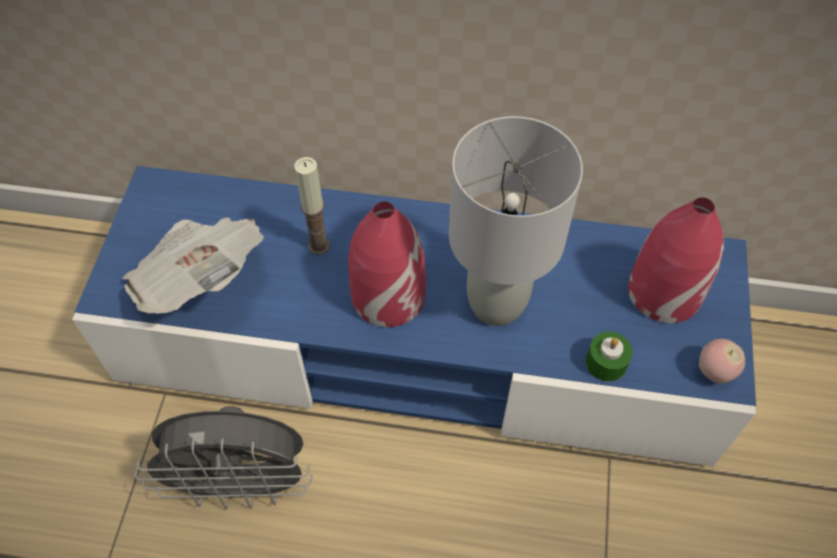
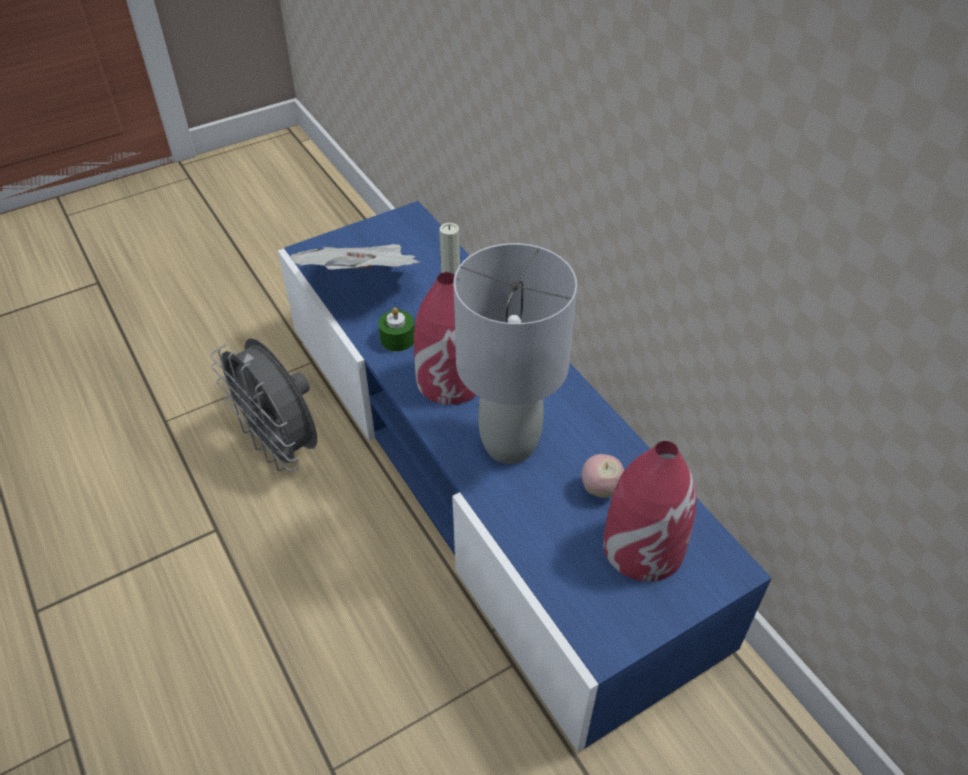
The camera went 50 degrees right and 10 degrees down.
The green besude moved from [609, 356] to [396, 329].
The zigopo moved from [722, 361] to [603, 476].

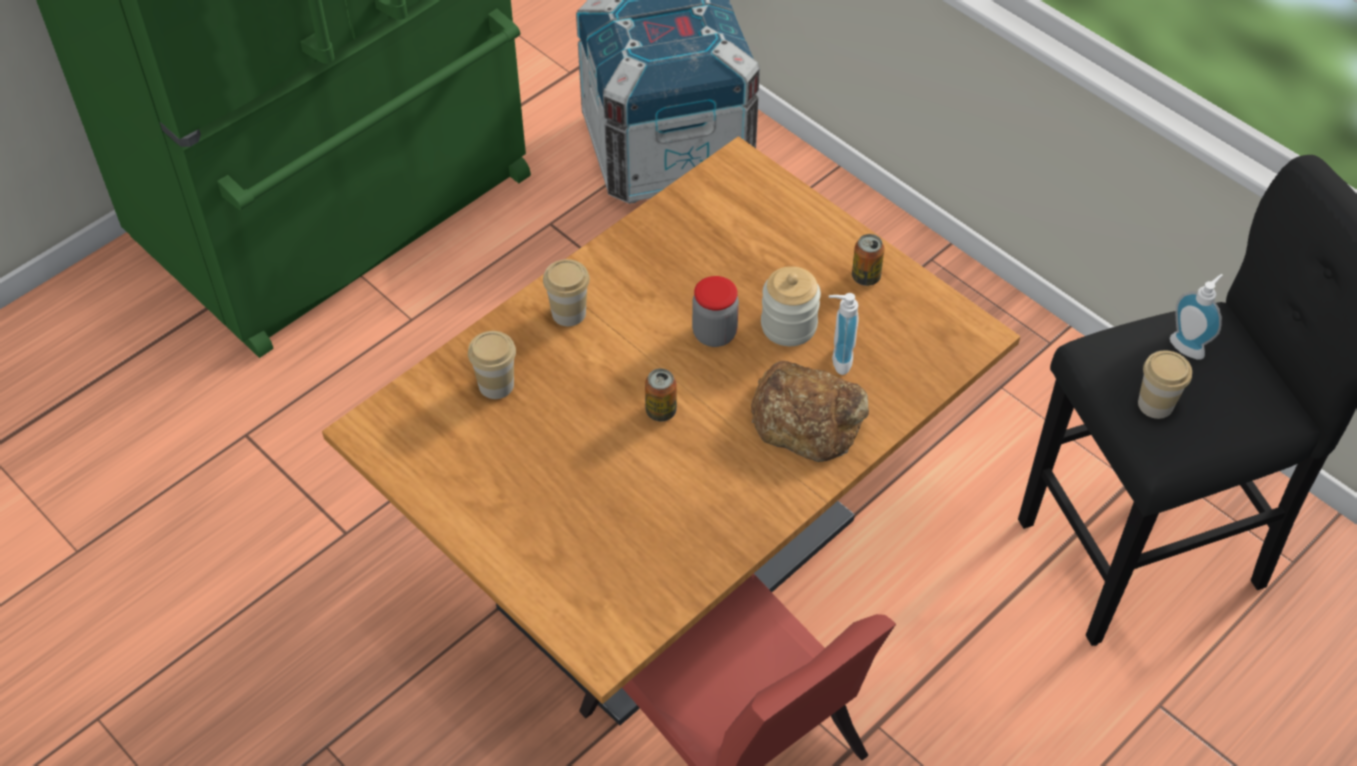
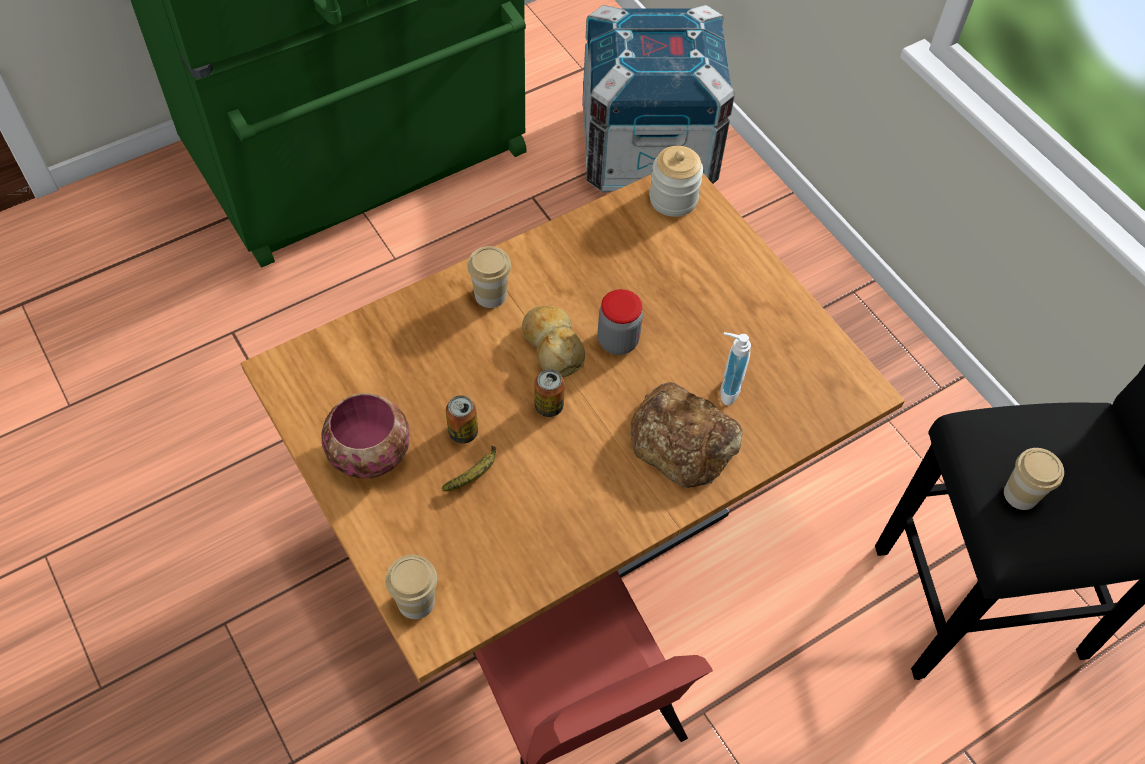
The camera went 10 degrees right and 5 degrees up.
The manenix moved from [492, 365] to [411, 587].
The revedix moved from [791, 306] to [676, 181].
The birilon moved from [868, 260] to [462, 419].
The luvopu at [1196, 317] disappeared.
The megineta at [365, 435] appeared.
The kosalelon at [469, 468] appeared.
The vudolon at [553, 341] appeared.

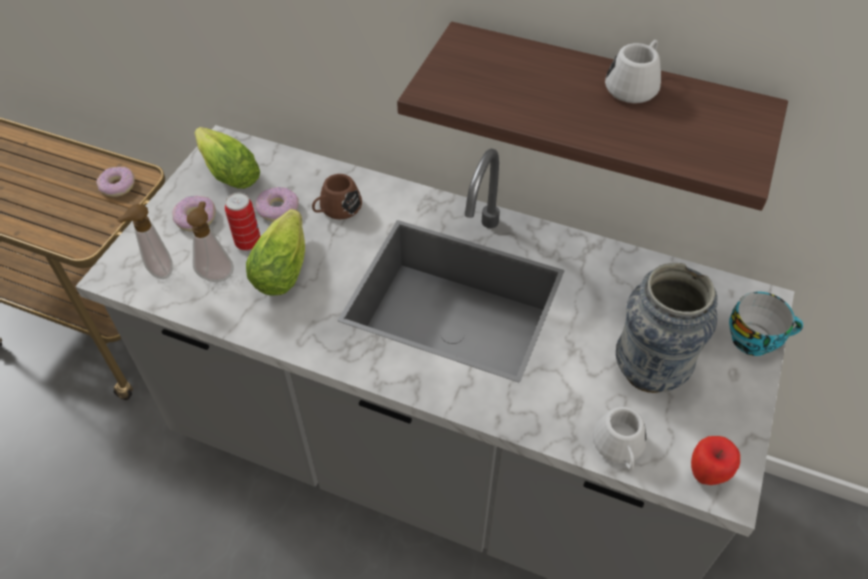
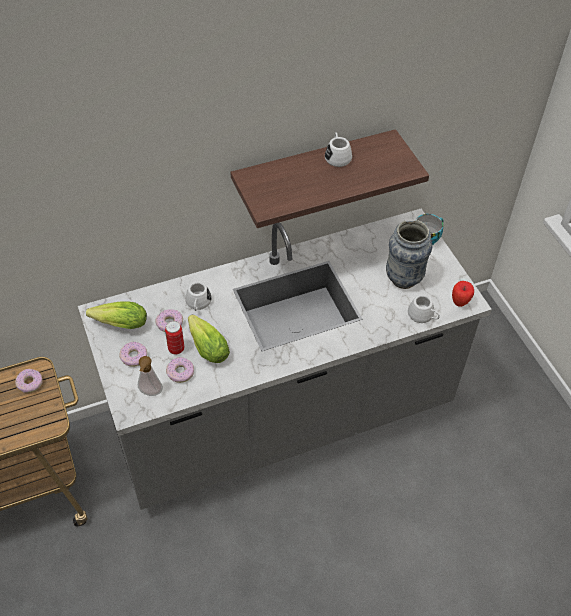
The camera went 45 degrees left and 0 degrees up.
The luvopu at [210, 241] was replaced by the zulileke at [180, 370].
The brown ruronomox at [337, 196] became the white ruronomox at [198, 296].

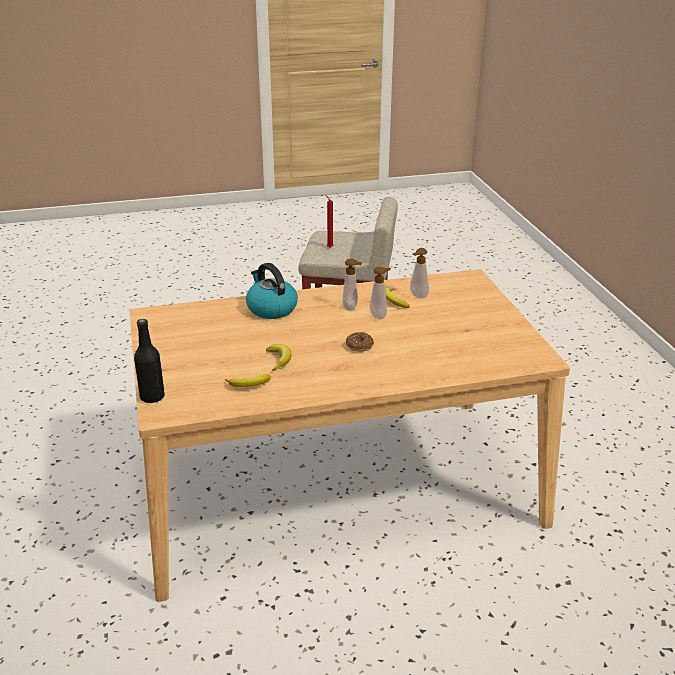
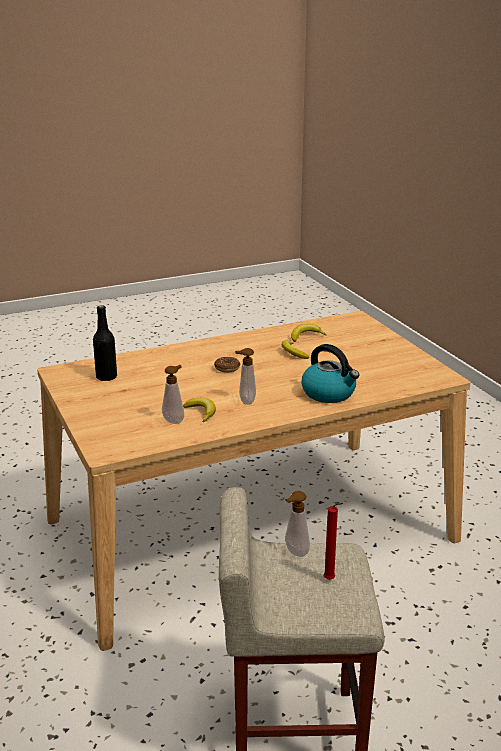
The camera went 170 degrees right and 5 degrees down.
The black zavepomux moved from [149, 361] to [105, 343].
The luvopu moved from [380, 293] to [297, 524].

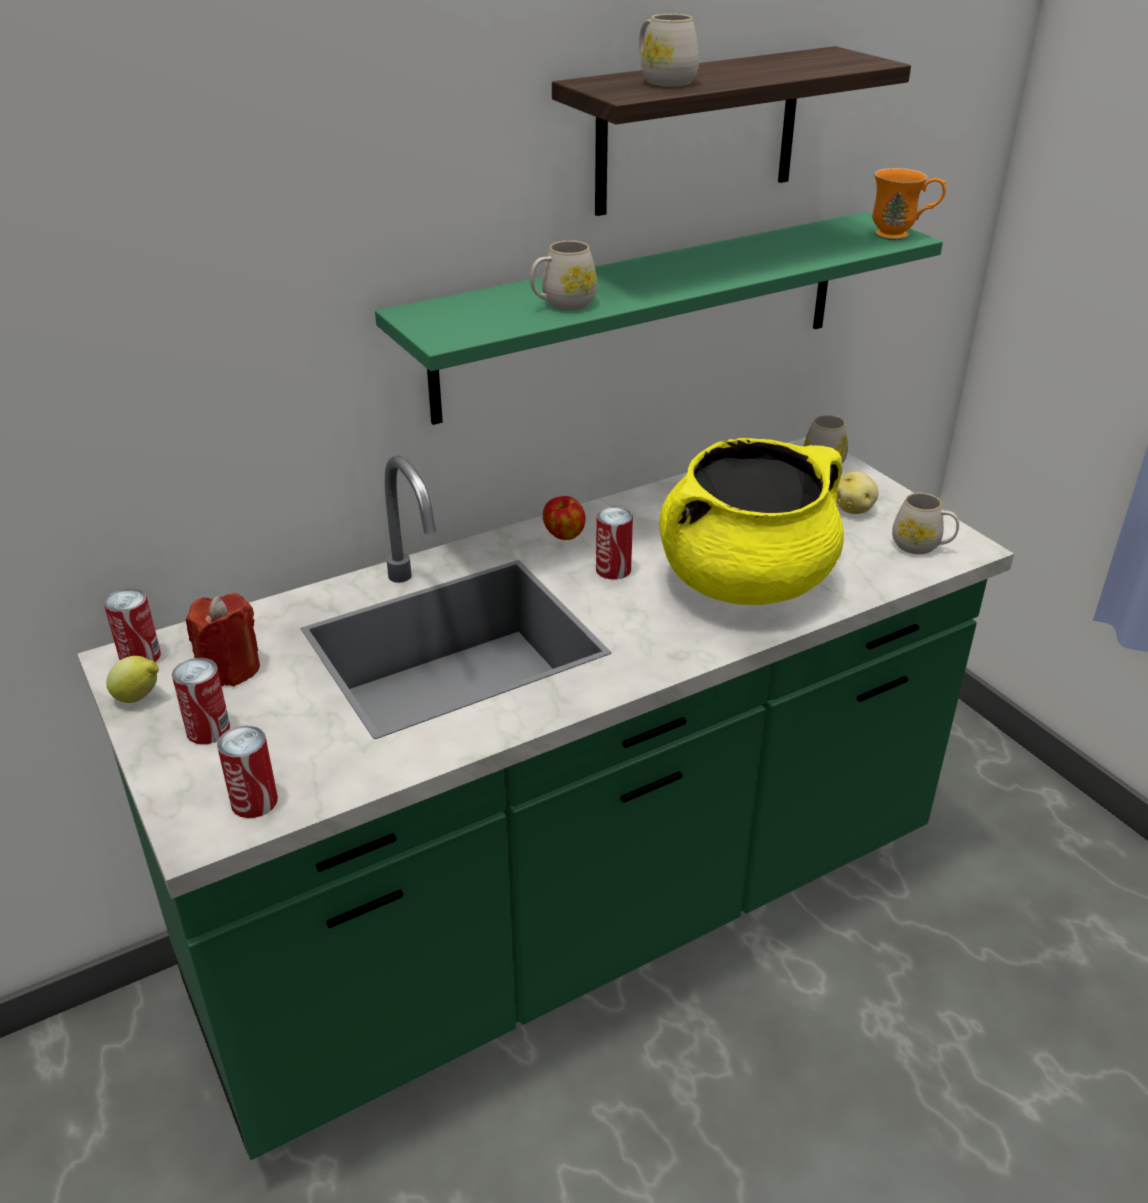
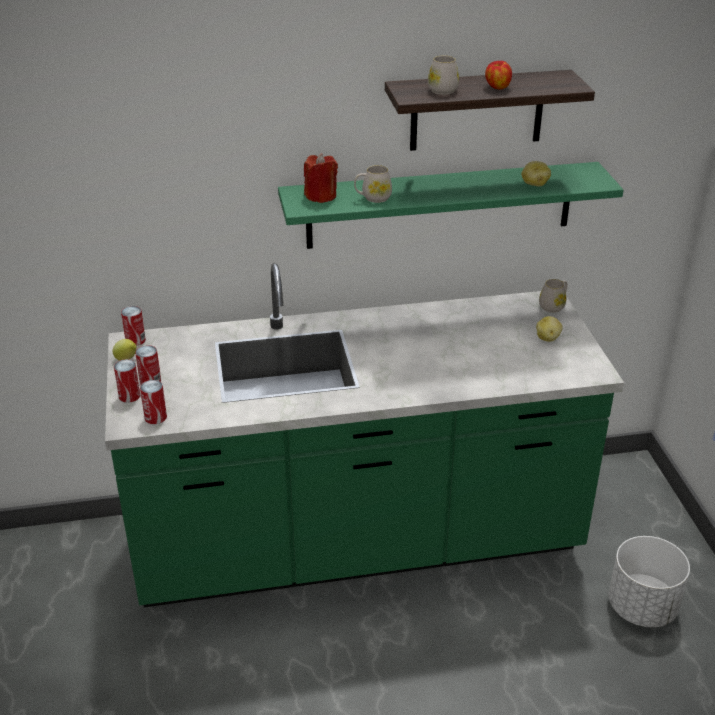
The camera went 20 degrees right and 0 degrees up.
The red besude moved from [223, 639] to [321, 178].
The zigopo moved from [564, 518] to [498, 75].
The birilon moved from [614, 543] to [127, 381].
The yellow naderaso at [751, 521] disappeared.
The orange ruronomox at [909, 204] disappeared.
The white ruronomox at [925, 523] disappeared.
The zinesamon at [536, 173] appeared.
The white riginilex at [649, 581] appeared.

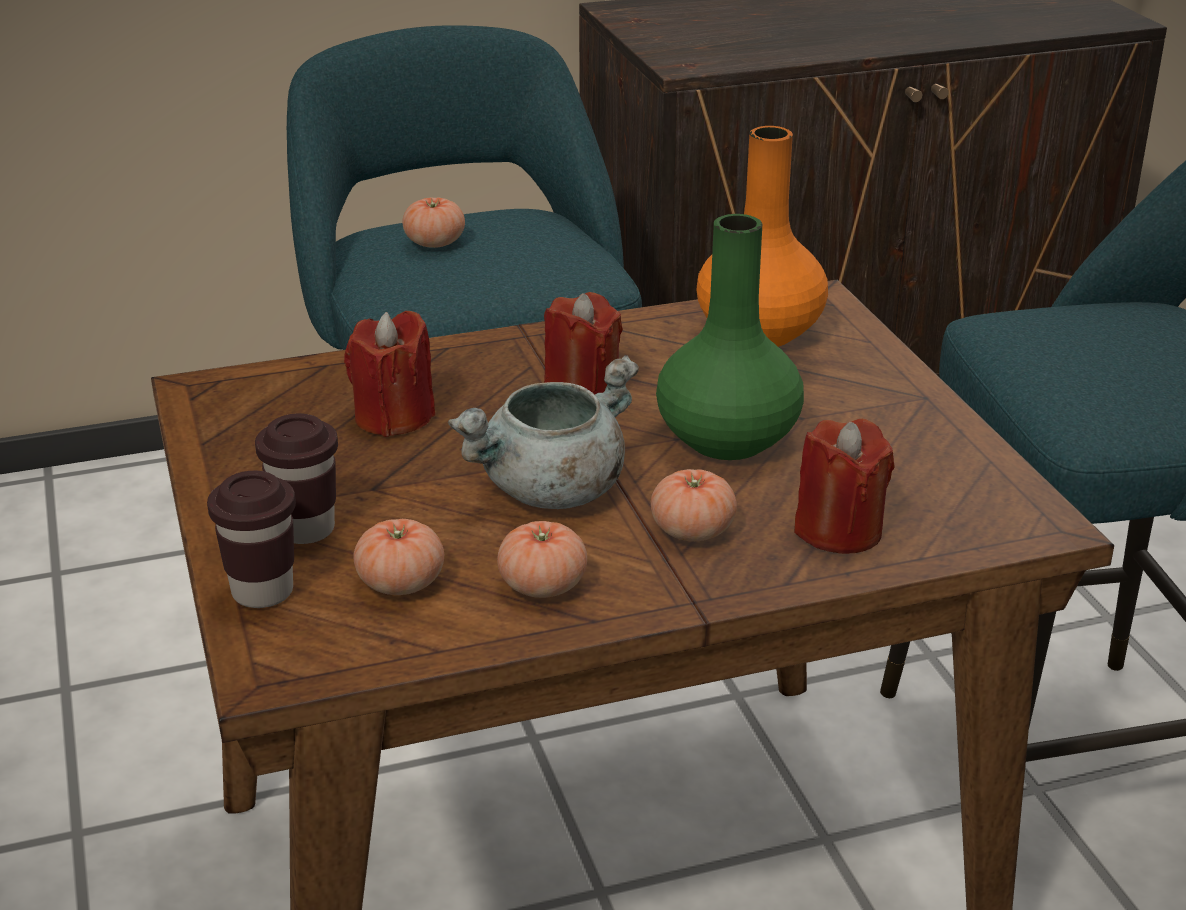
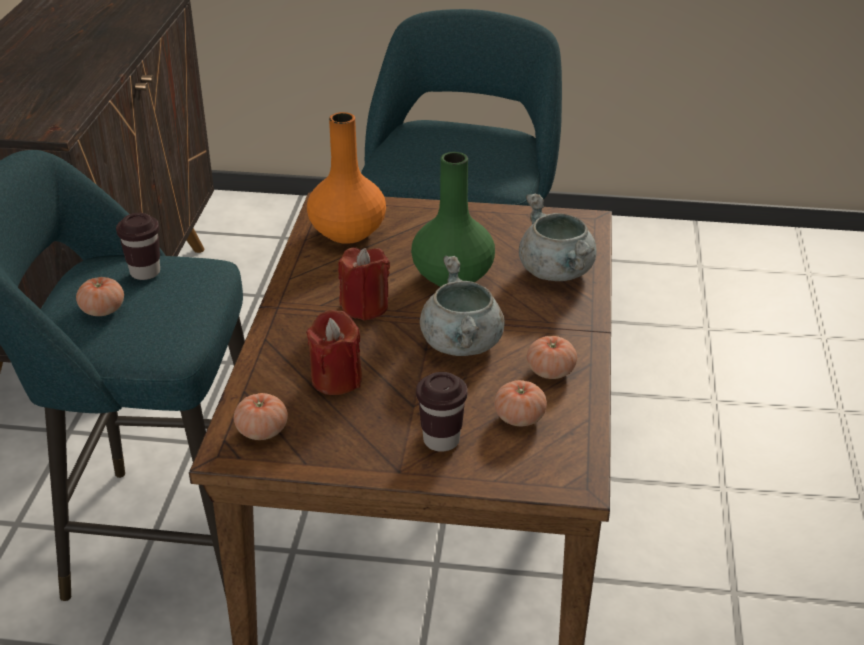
The camera went 65 degrees left and 5 degrees up.
The brown manenix moved from [251, 539] to [138, 246].
The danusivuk moved from [694, 505] to [260, 416].
The red besude at [844, 486] was replaced by the grey naderaso at [558, 237].

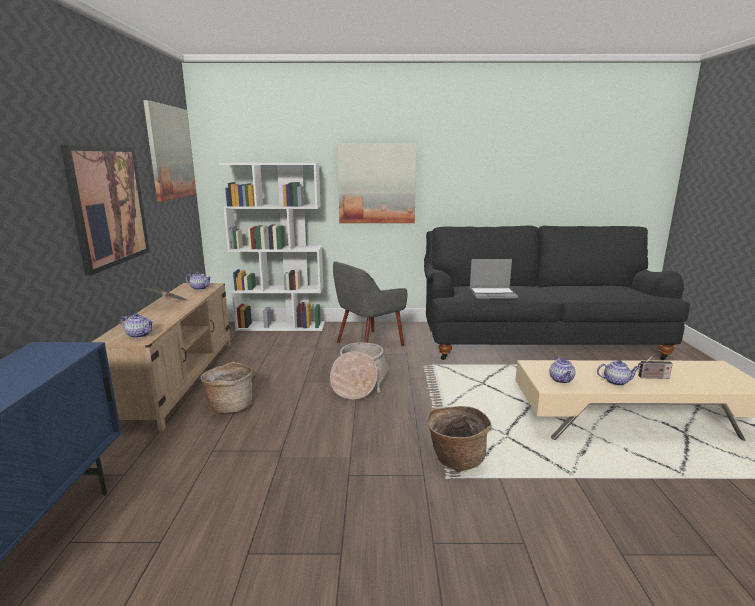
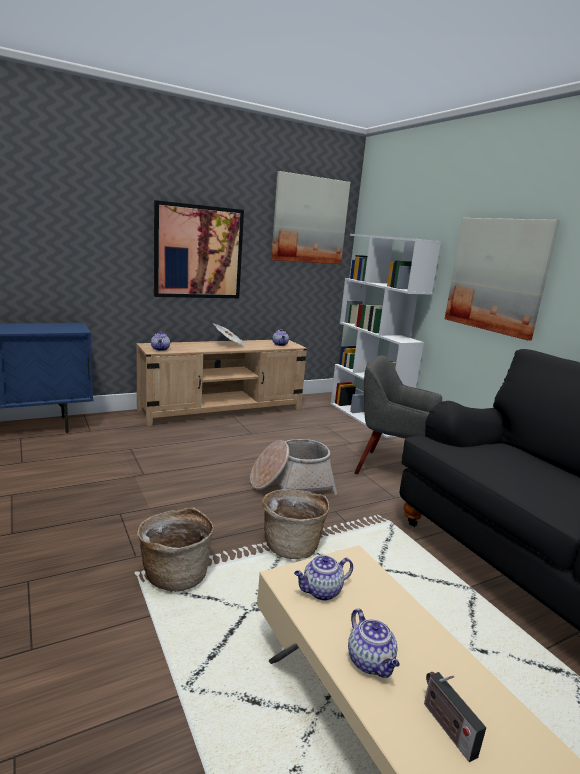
The camera went 60 degrees right and 0 degrees up.
The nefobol moved from [226, 387] to [296, 524].
The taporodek at [494, 279] disappeared.

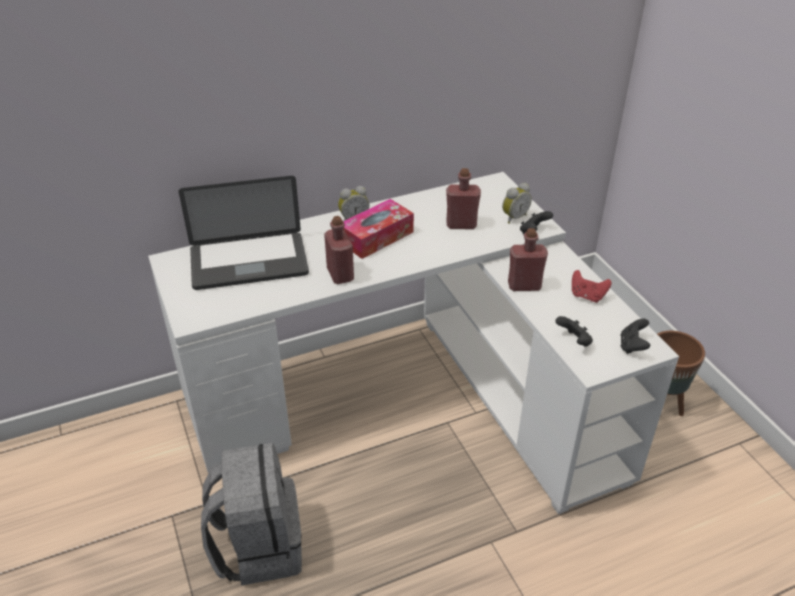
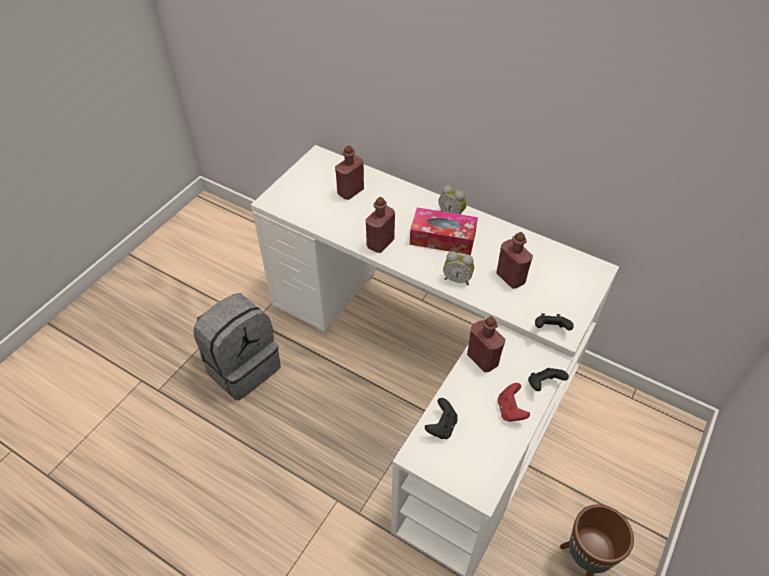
The camera went 55 degrees right and 10 degrees up.
The taporodek at [244, 233] was replaced by the red zavepomux at [349, 173].
The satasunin moved from [517, 203] to [458, 268].
The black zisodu moved from [635, 336] to [548, 379].

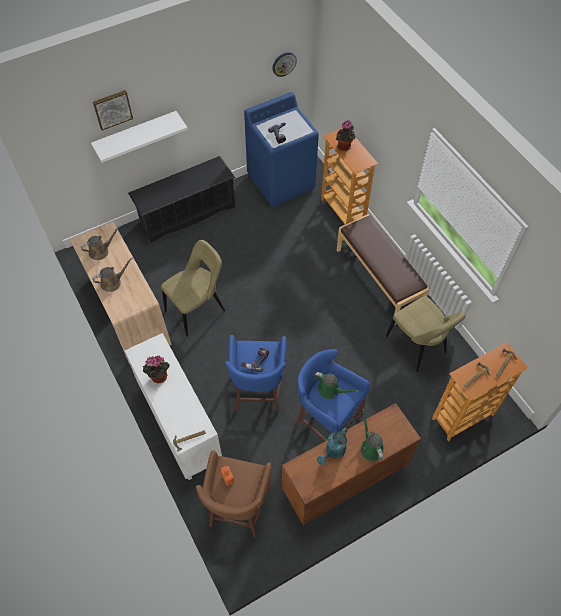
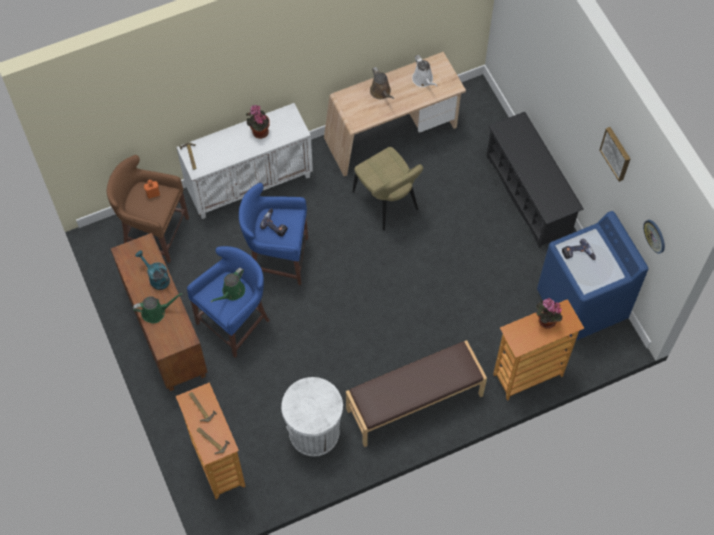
The camera went 95 degrees right and 5 degrees up.
The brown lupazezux at [100, 243] became the white lupazezux at [425, 71].
The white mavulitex at [139, 137] disappeared.
The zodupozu moved from [113, 110] to [614, 154].
The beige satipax at [426, 334] was replaced by the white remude at [312, 416].

